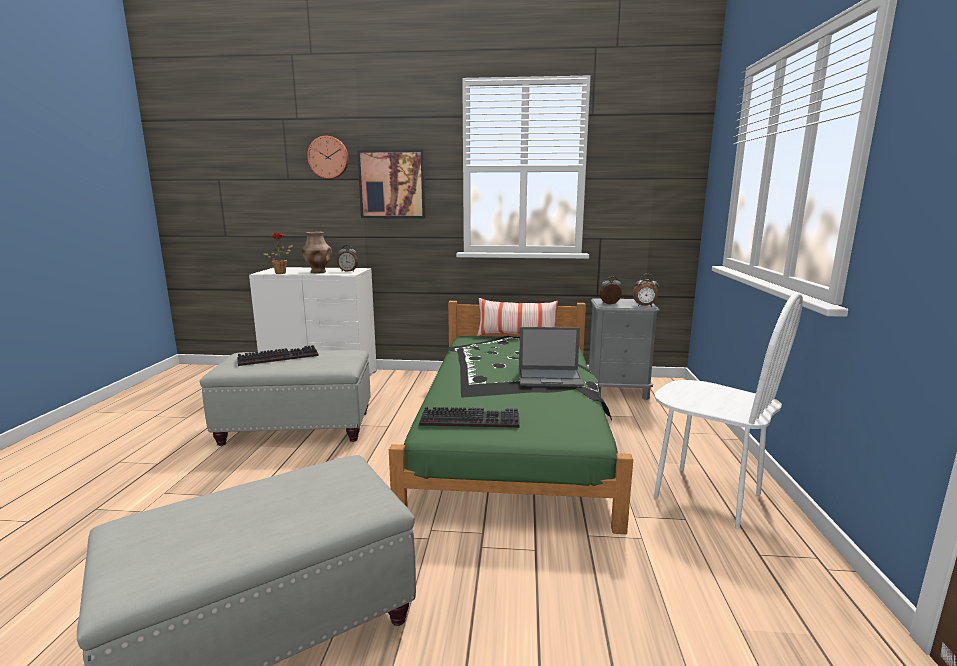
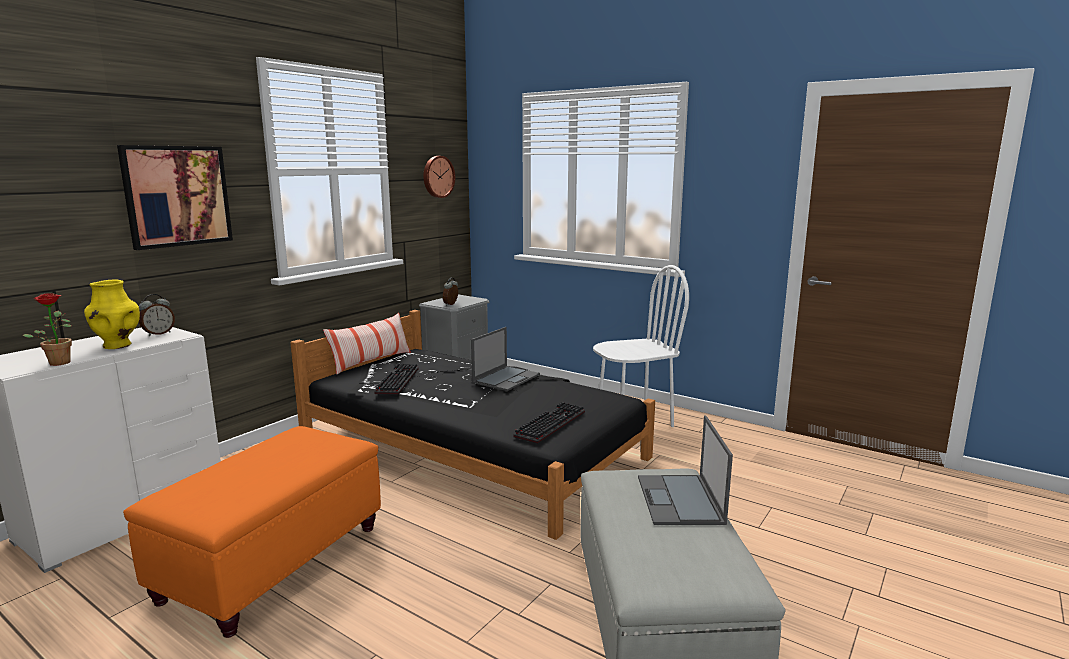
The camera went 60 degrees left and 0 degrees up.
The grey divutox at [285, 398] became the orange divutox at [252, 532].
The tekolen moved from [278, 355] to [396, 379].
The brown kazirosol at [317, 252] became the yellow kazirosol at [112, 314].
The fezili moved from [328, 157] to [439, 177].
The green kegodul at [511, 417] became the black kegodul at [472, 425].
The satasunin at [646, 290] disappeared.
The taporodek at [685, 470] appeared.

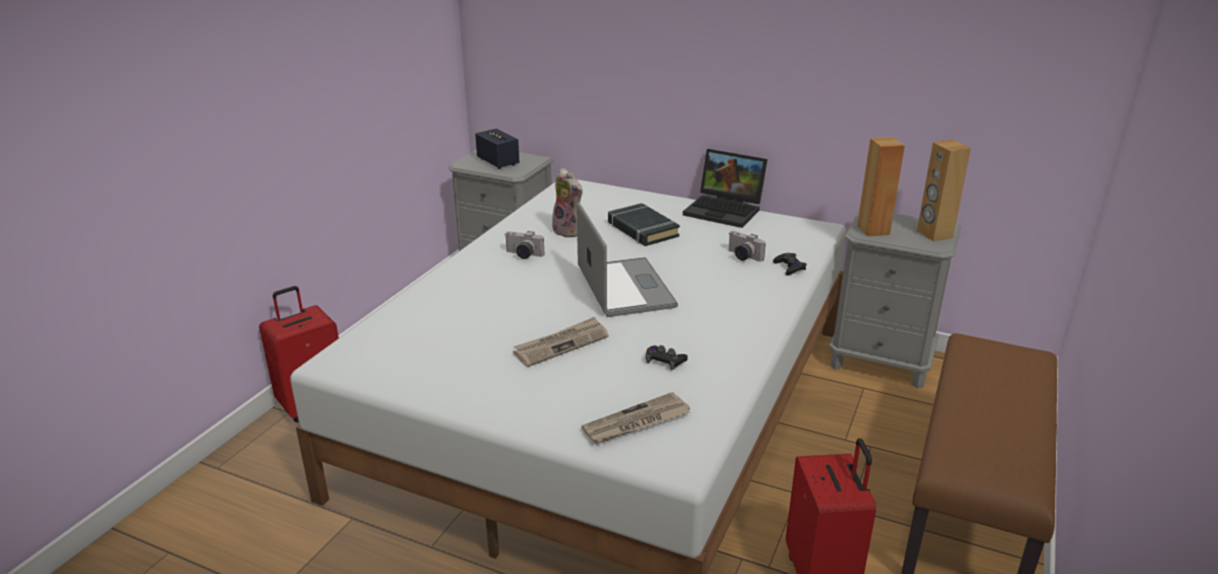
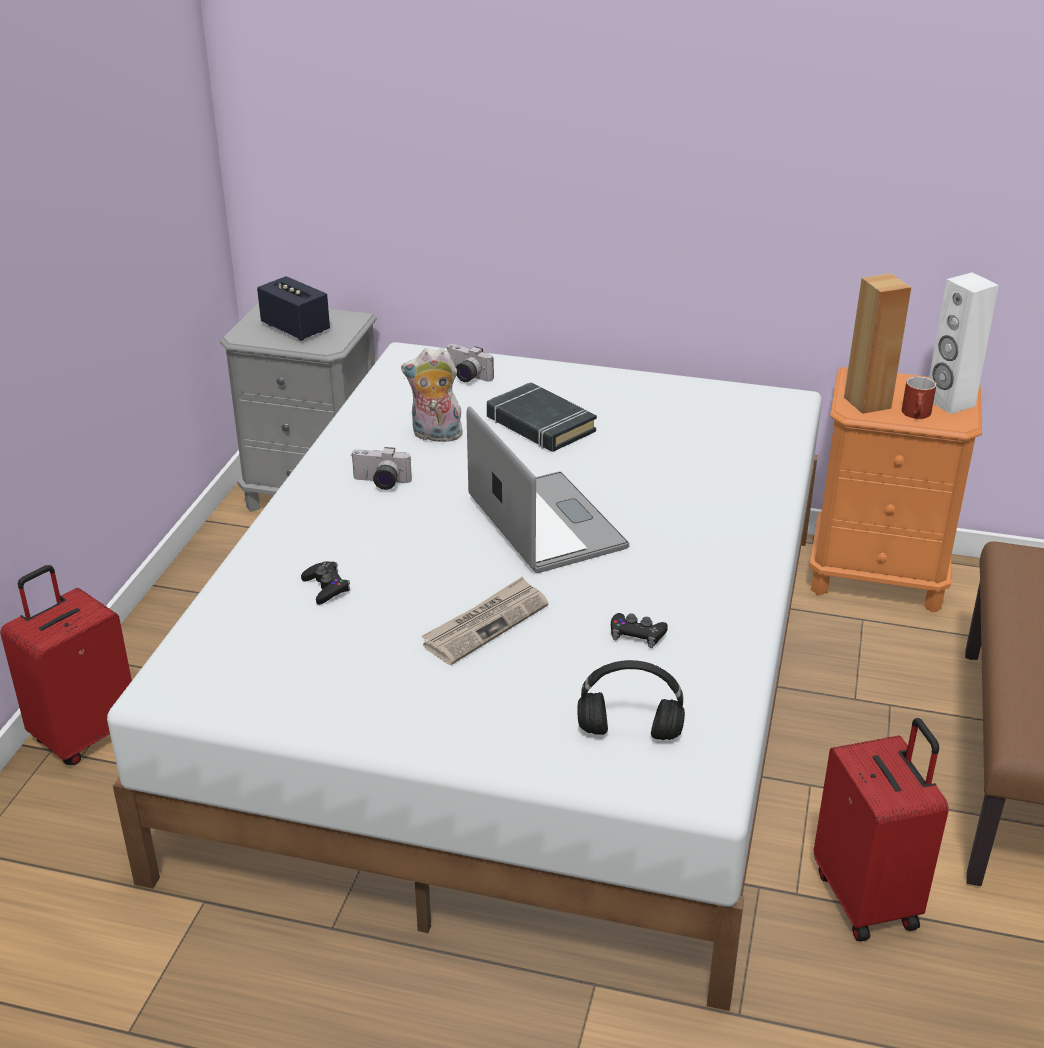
The camera went 10 degrees left and 5 degrees up.
The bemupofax at [567, 203] turned 150 degrees clockwise.
The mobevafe at [636, 418] was replaced by the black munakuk at [631, 700].
The taporodek at [725, 188] disappeared.
The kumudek moved from [747, 246] to [470, 363].
The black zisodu moved from [790, 264] to [325, 583].
The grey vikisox at [895, 299] became the orange vikisox at [896, 490].
The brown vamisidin at [944, 190] became the white vamisidin at [964, 343].
The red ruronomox at [919, 397] appeared.

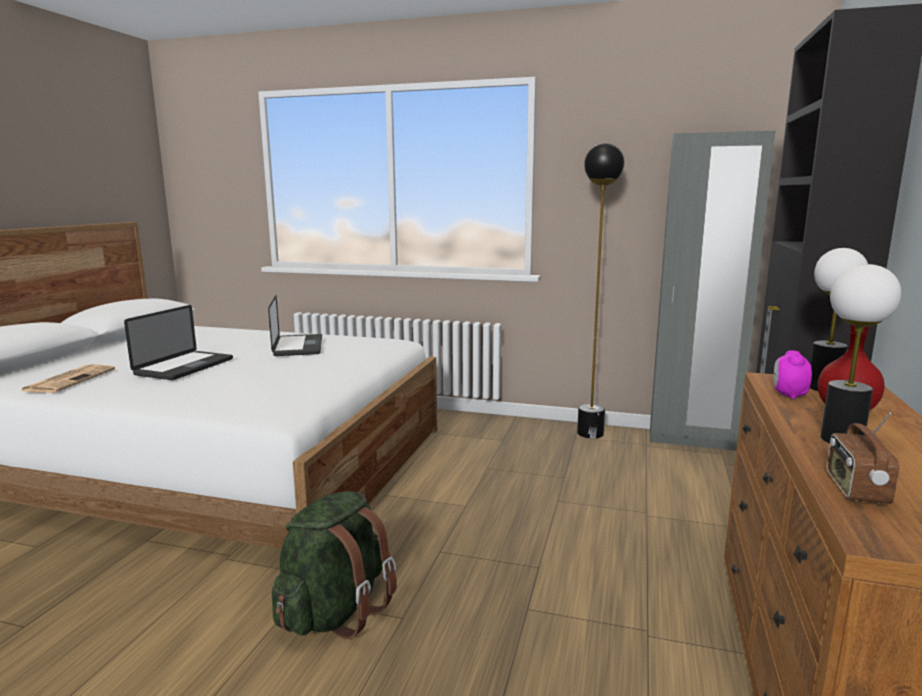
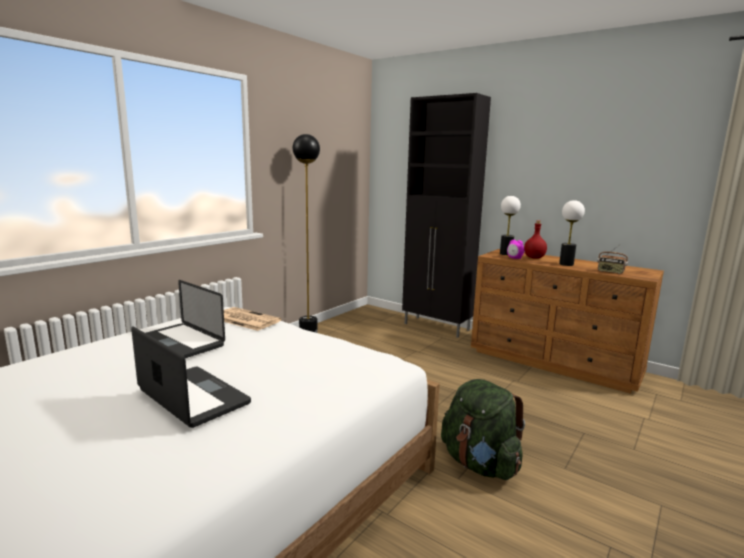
The camera went 70 degrees left and 0 degrees up.
The mobevafe moved from [68, 378] to [253, 319].
The taporodek at [295, 325] turned 150 degrees counterclockwise.
The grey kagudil at [712, 291] disappeared.

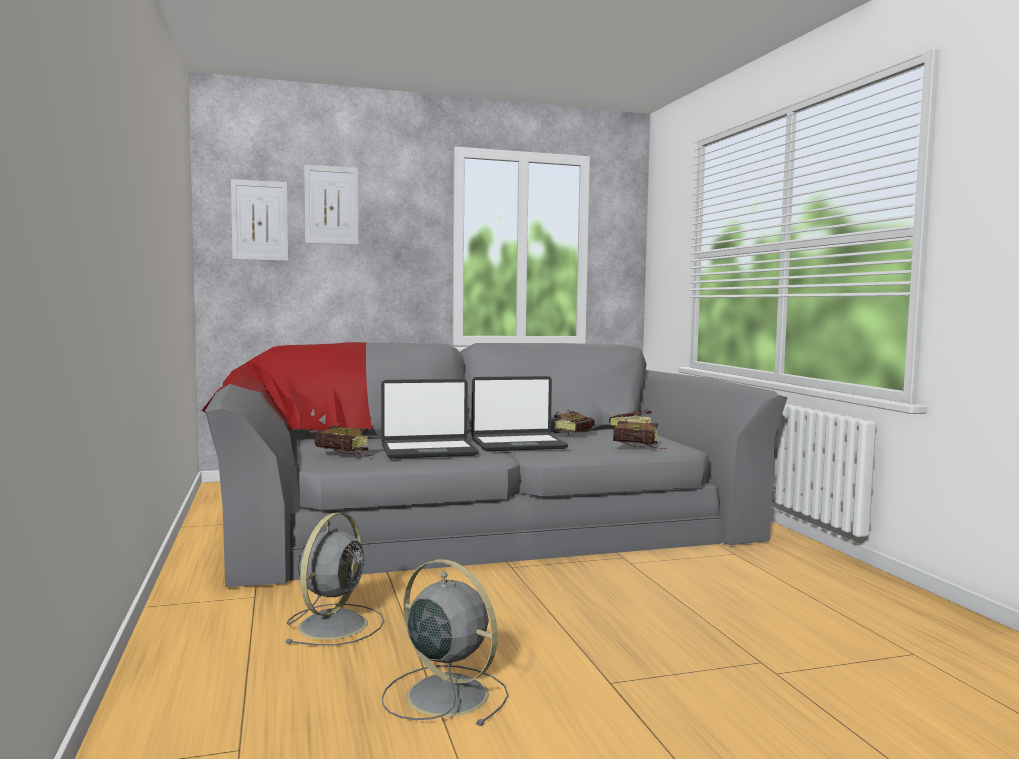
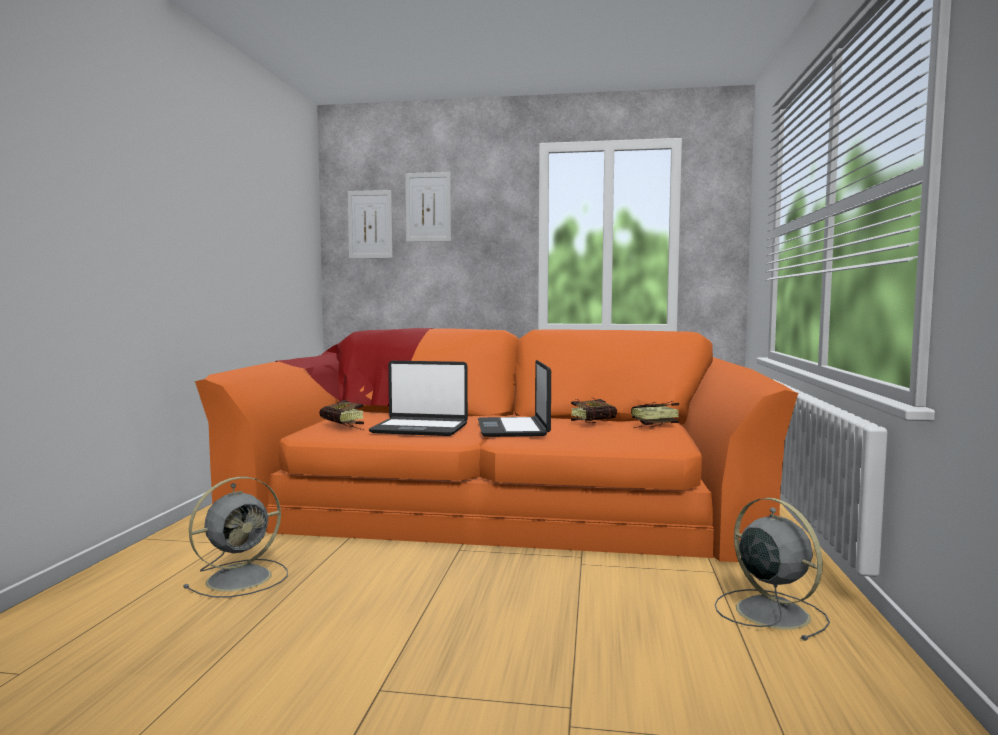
The camera went 25 degrees right and 0 degrees up.
The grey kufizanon at [495, 464] became the orange kufizanon at [496, 445].
The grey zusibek moved from [445, 642] to [772, 569].
The taporodek at [519, 413] turned 75 degrees clockwise.
The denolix at [640, 434] disappeared.

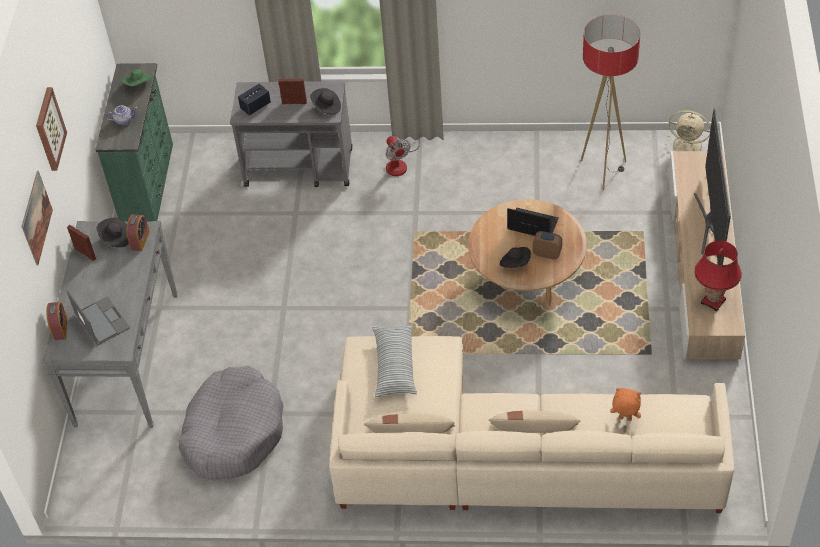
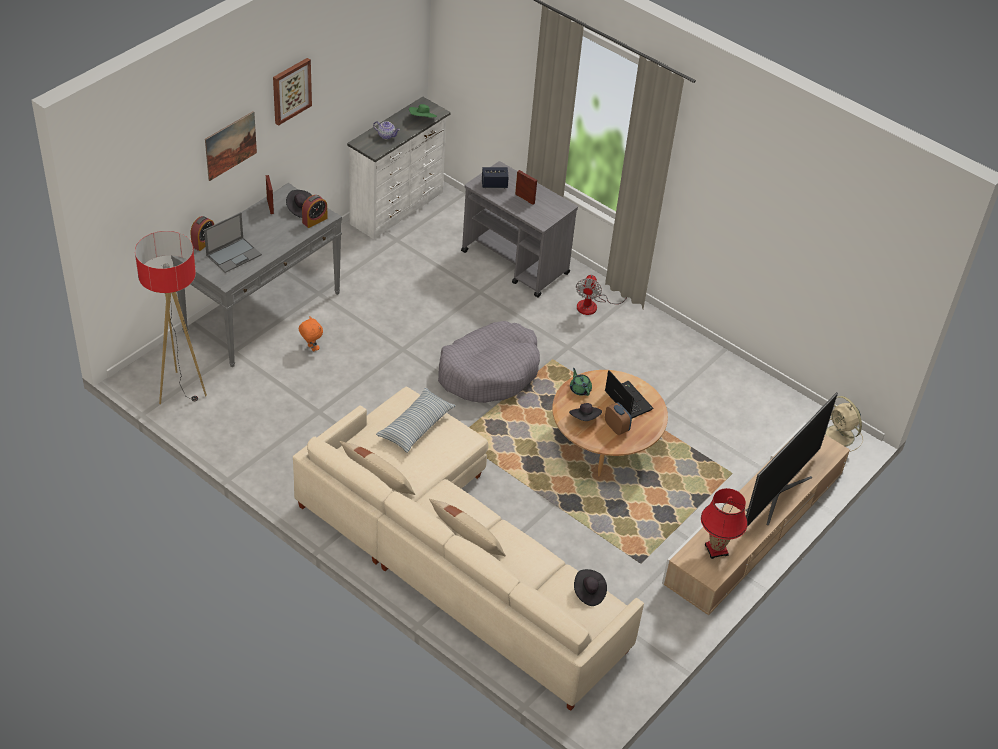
The camera went 30 degrees right and 5 degrees down.
The taporodek at [98, 318] turned 45 degrees clockwise.
The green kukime at [134, 142] became the white kukime at [399, 168].
The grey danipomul moved from [231, 423] to [489, 362].
The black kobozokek moved from [325, 101] to [590, 587].
The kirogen moved from [610, 102] to [171, 318].
The orange bemupofax moved from [625, 404] to [311, 333].
The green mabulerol at [581, 382] appeared.

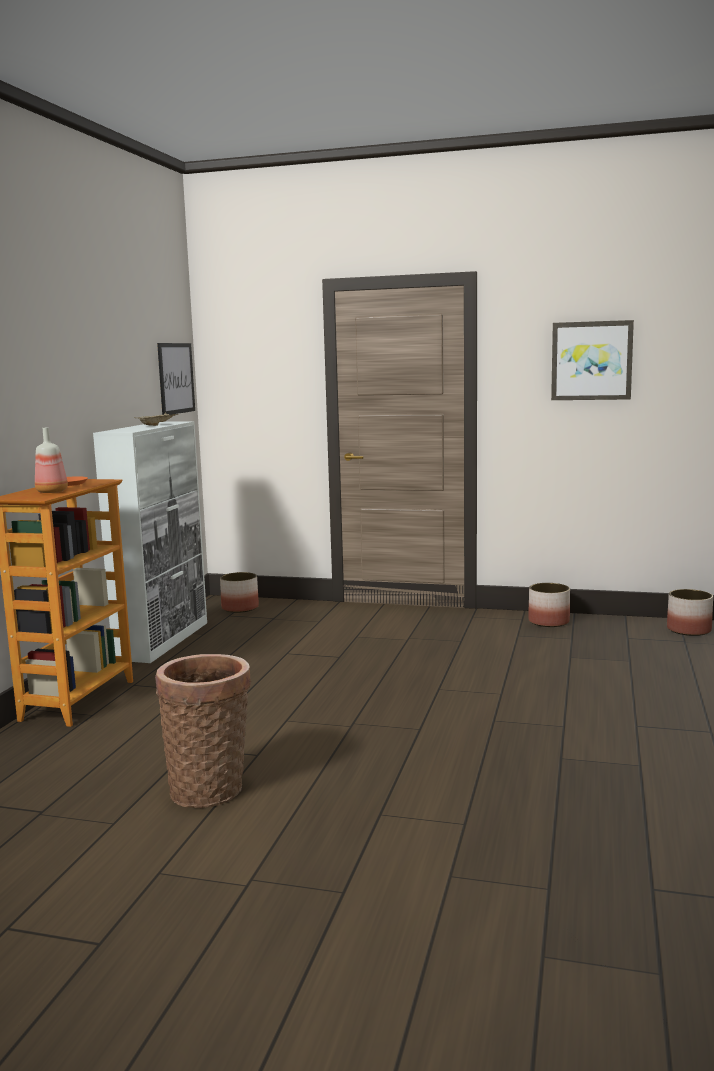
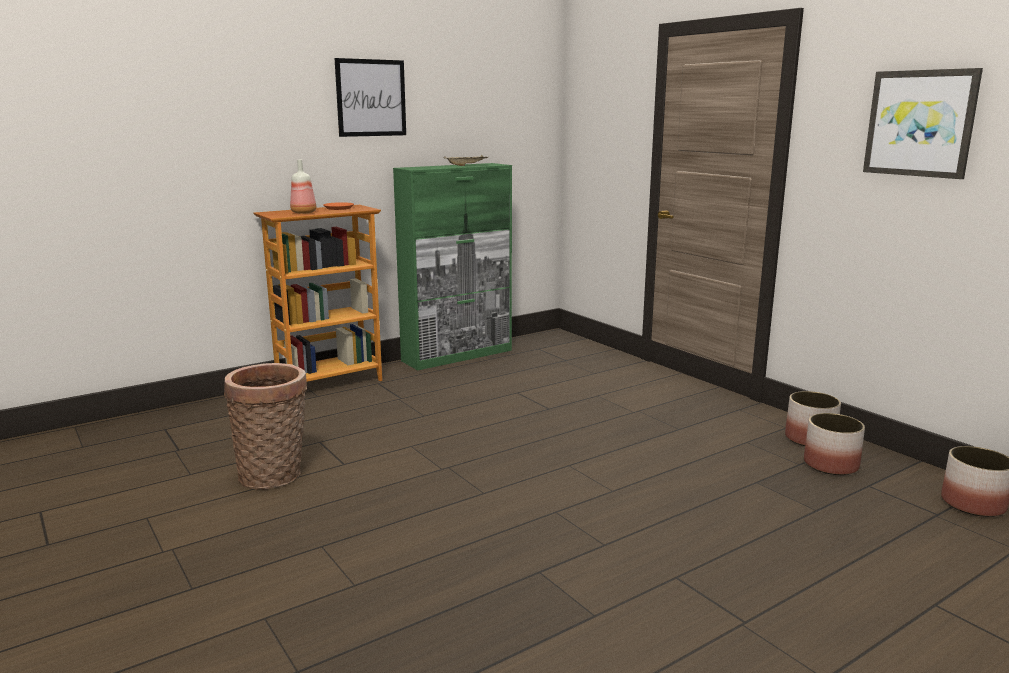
The camera went 40 degrees right and 5 degrees up.
The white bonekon at [150, 542] became the green bonekon at [452, 266].
The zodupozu moved from [176, 379] to [370, 97].
The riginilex moved from [239, 592] to [834, 444].

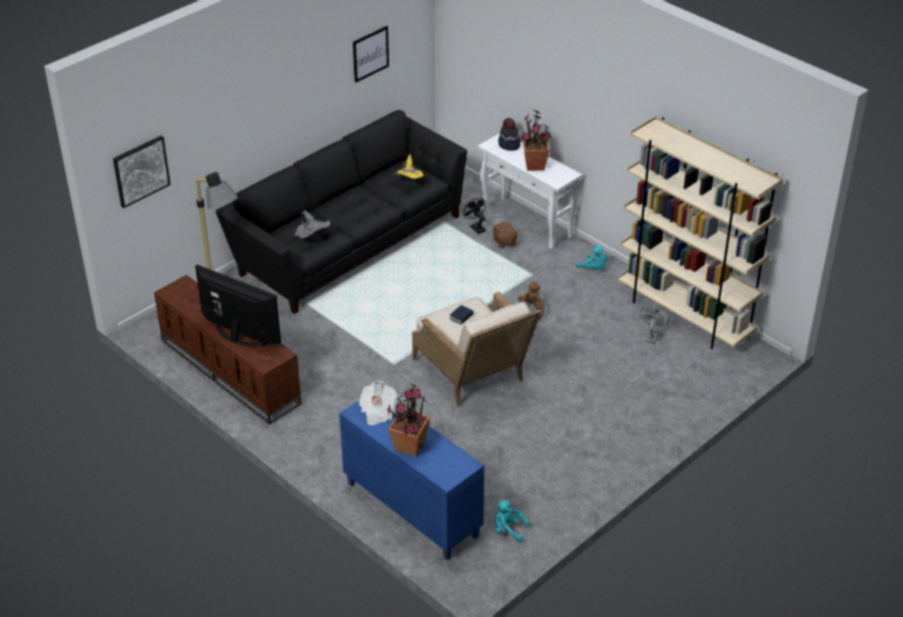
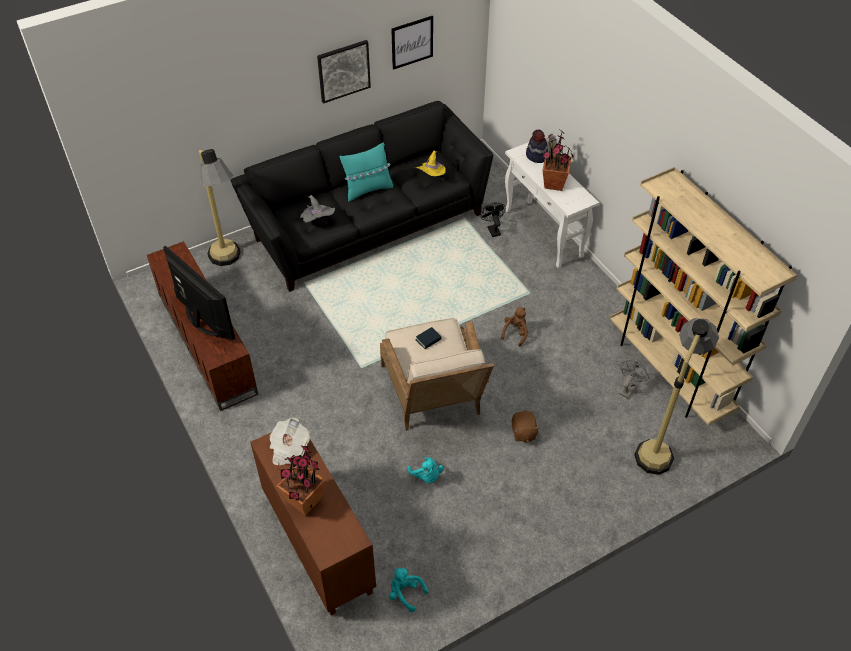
The camera went 15 degrees right and 10 degrees up.
The zodupozu moved from [142, 172] to [344, 71].
The blue bonekon at [411, 480] became the brown bonekon at [313, 518].
The brown bemupofax moved from [506, 235] to [526, 427].
The turquoise bemupofax moved from [591, 257] to [425, 470].
The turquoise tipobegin at [366, 172] appeared.
The kirogen at [676, 396] appeared.

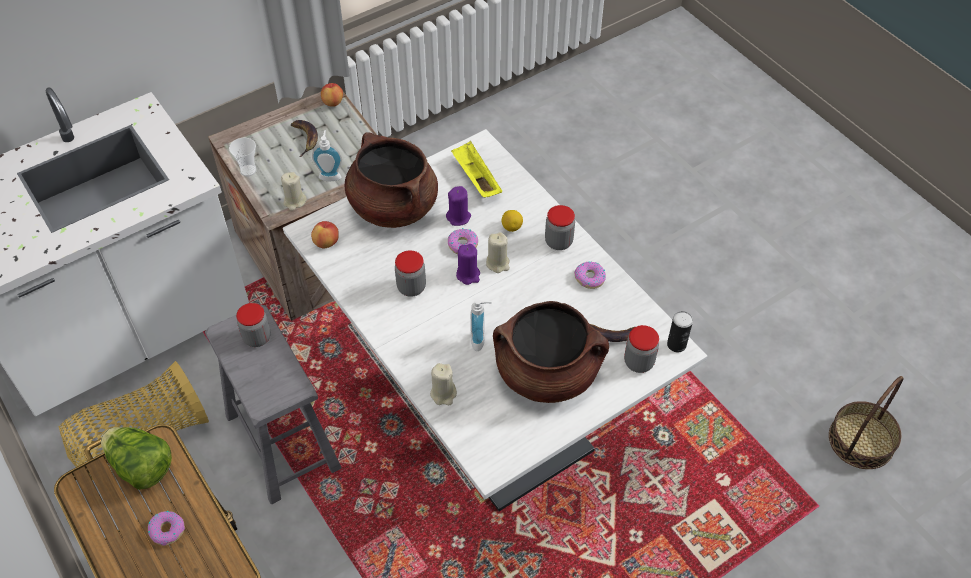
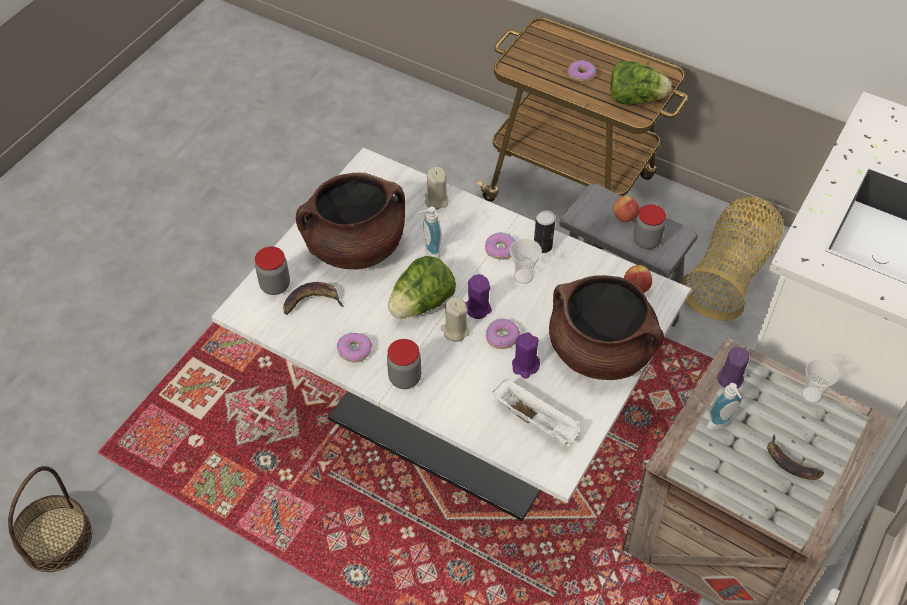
The camera went 155 degrees right and 0 degrees up.
The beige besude at [294, 191] became the purple besude at [733, 368].
The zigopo moved from [332, 95] to [627, 209].
The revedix at [410, 273] was replaced by the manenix at [526, 261].
The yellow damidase at [476, 169] became the white damidase at [536, 413].
The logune at [512, 221] disappeared.
The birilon moved from [680, 331] to [544, 231].
The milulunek at [422, 287] appeared.
The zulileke at [500, 246] appeared.

